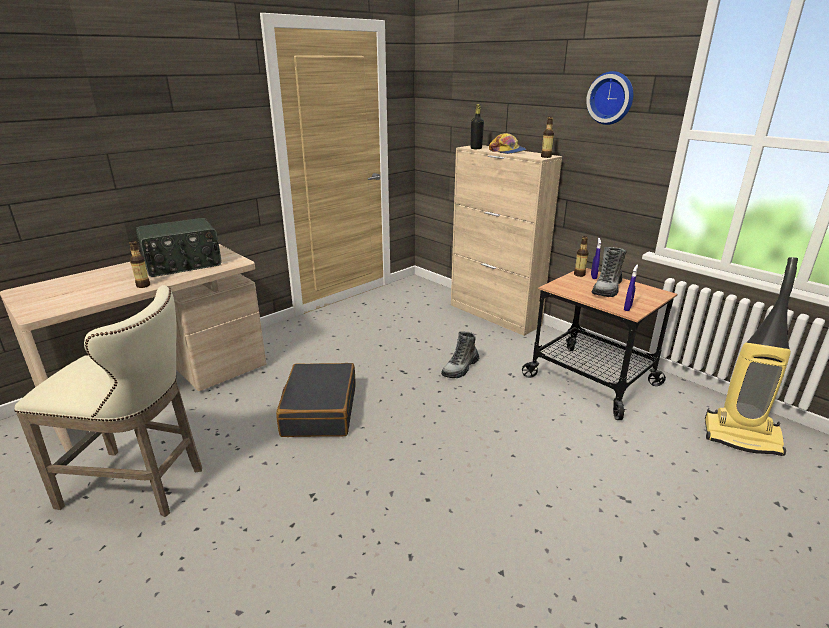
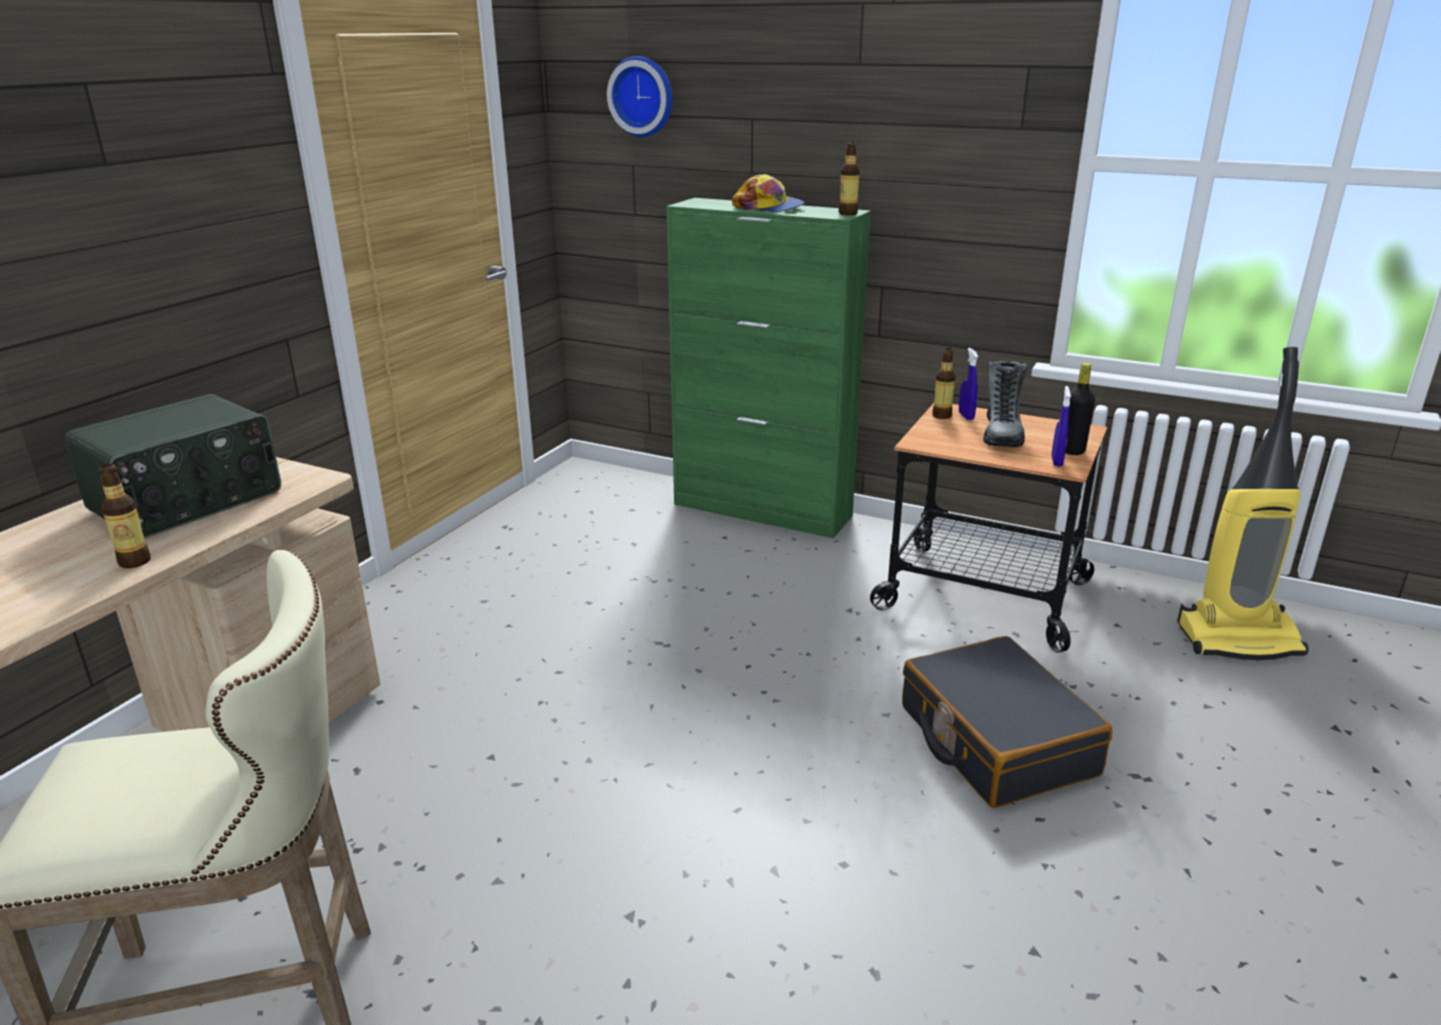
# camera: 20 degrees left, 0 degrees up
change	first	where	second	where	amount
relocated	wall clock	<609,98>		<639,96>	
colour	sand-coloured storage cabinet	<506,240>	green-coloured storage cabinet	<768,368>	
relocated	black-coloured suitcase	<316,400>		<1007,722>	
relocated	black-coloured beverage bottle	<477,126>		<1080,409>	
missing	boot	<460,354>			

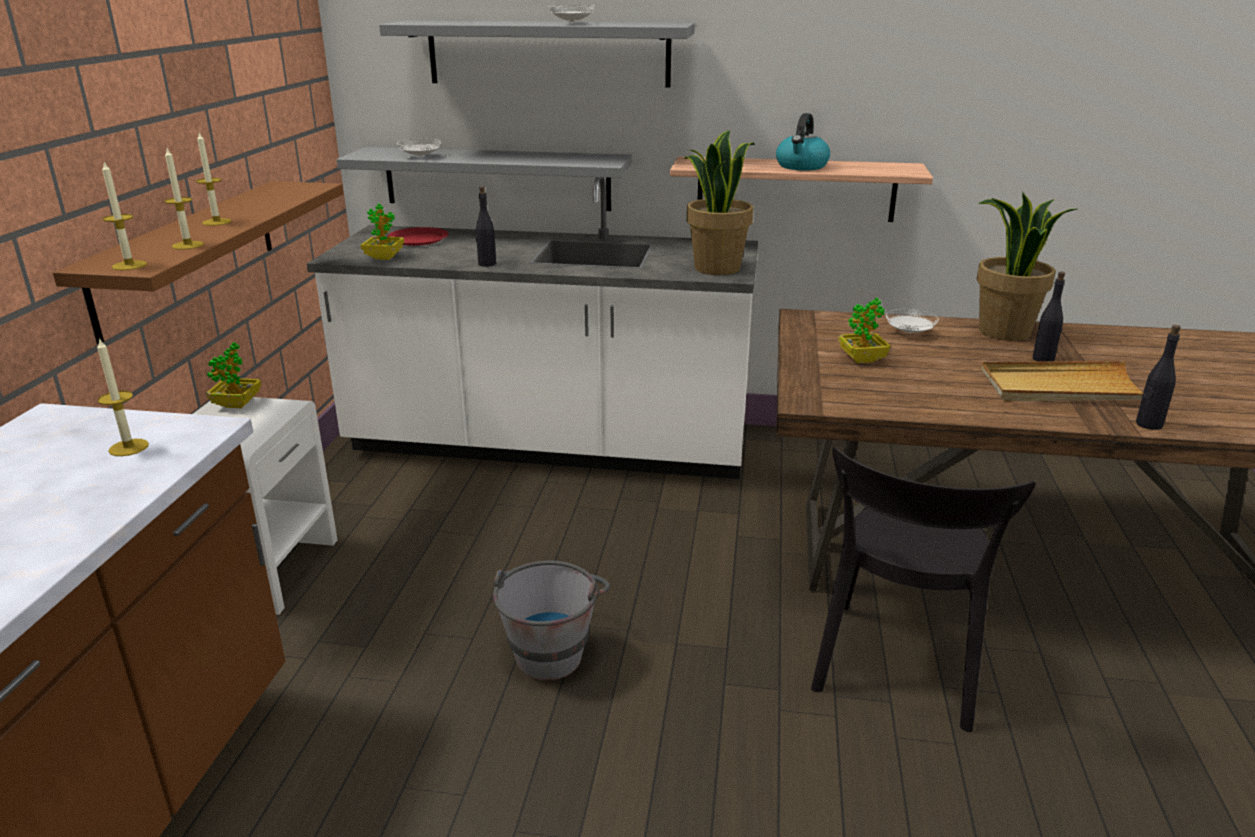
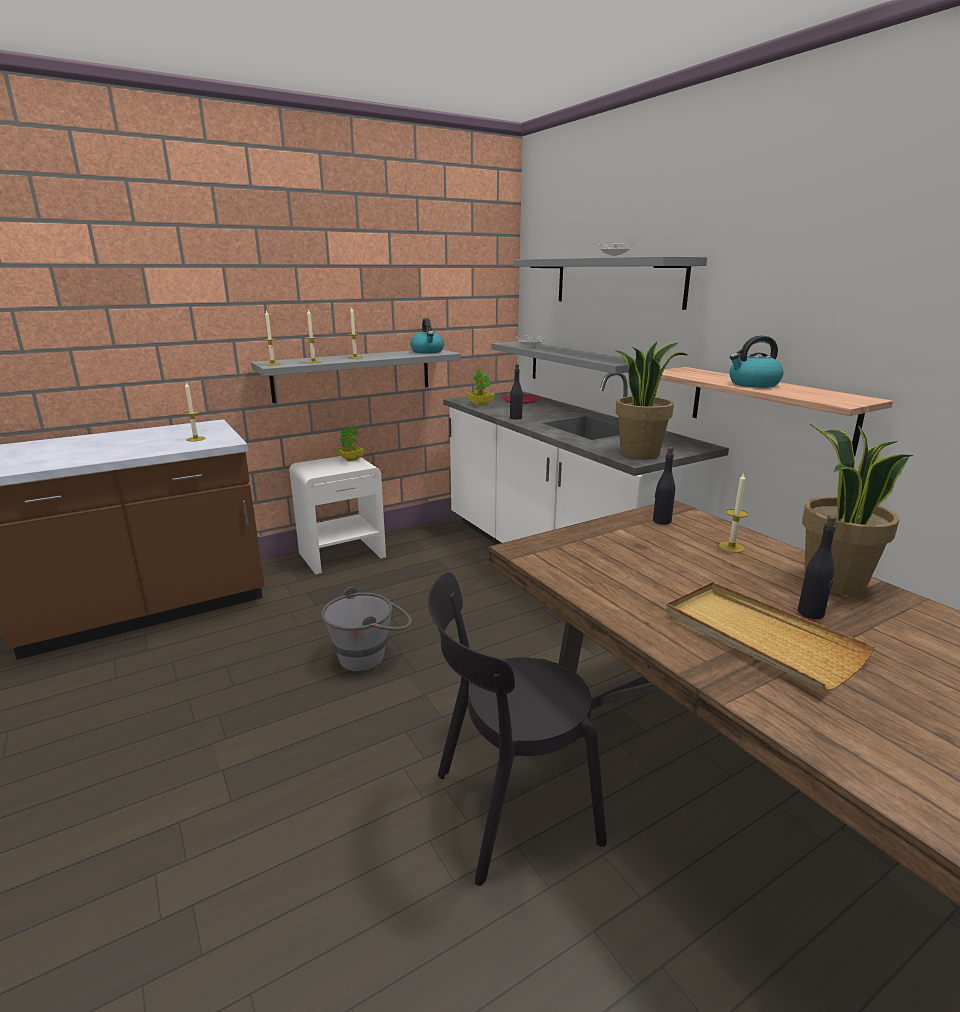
# camera: 50 degrees right, 5 degrees down
change	first	where	second	where	amount
colour	brown-coloured bracket shelf	<198,262>	grey bracket shelf	<356,376>	
appeared			water kettle	<427,336>	
relocated	black-coloured beverage bottle	<1158,377>		<664,486>	
exchanged	white plate	<912,321>	wax light	<733,512>	
missing	plant in a pot	<864,330>			

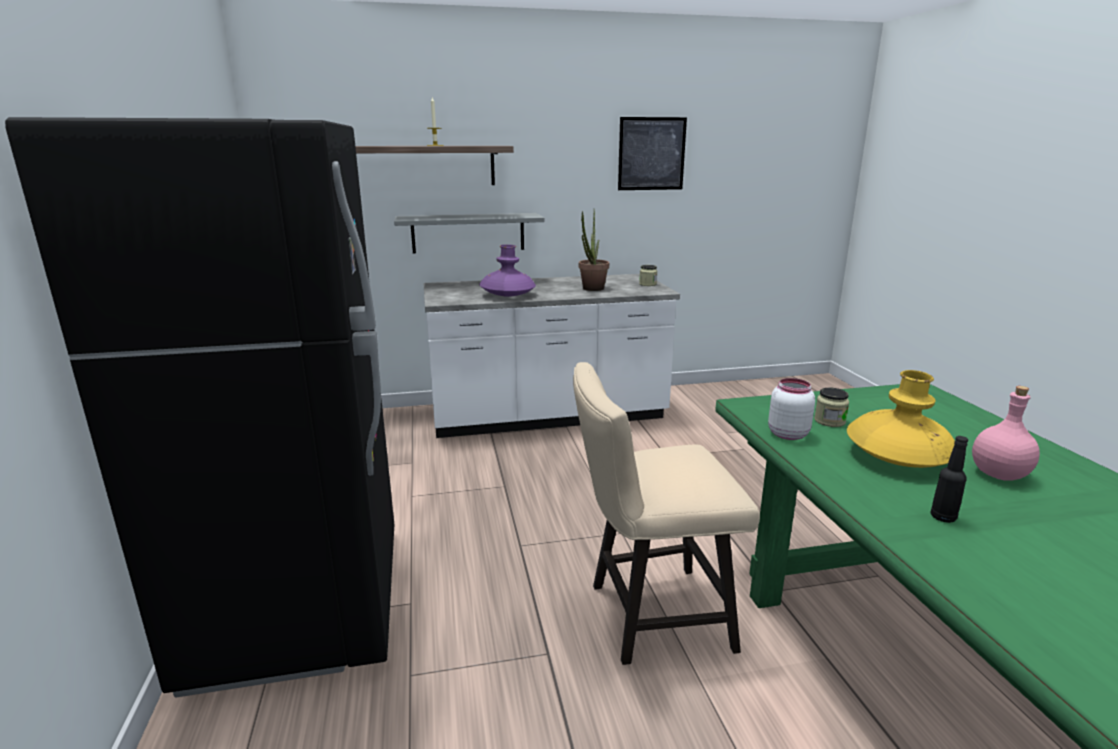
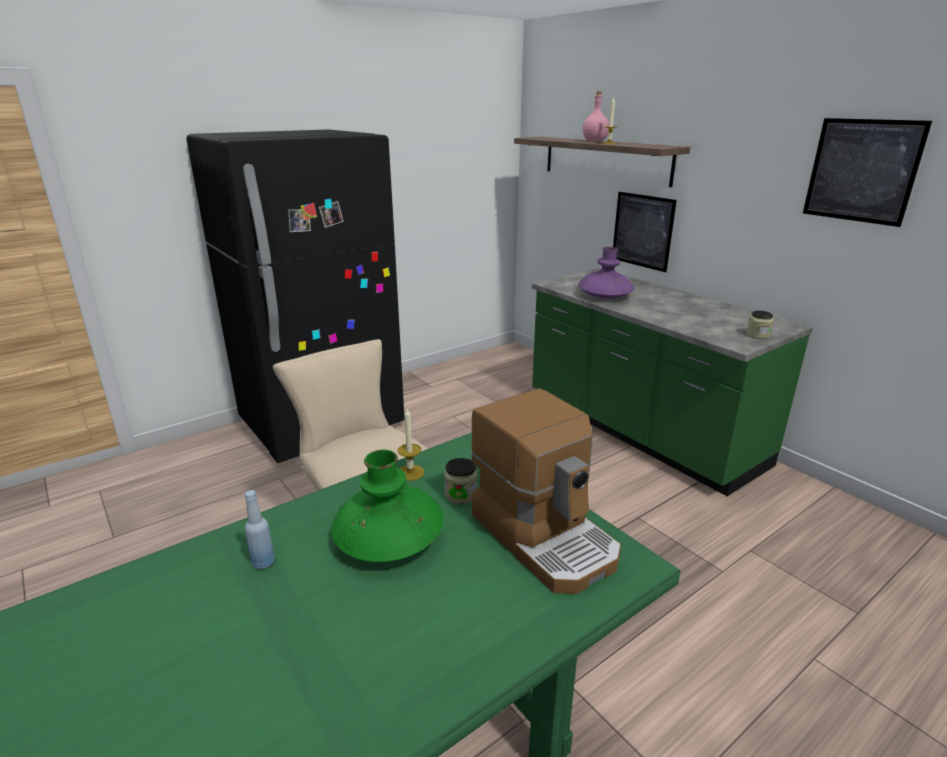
# camera: 65 degrees right, 5 degrees up
change	first	where	second	where	amount
colour	black-coloured beverage bottle	<949,479>	bluish beverage bottle	<260,529>	
colour	yellow-coloured flower vase	<901,419>	green-coloured flower vase	<387,506>	
exchanged	white preserve jar	<791,409>	wax light	<411,445>	
appeared			coffee machine	<546,491>	
colour	white counter	<552,356>	green-coloured counter	<672,382>	
relocated	pink beverage bottle	<1006,433>		<595,116>	
exchanged	grey bracket shelf	<469,233>	wall picture	<645,232>	
missing	plant in a pot	<594,251>			

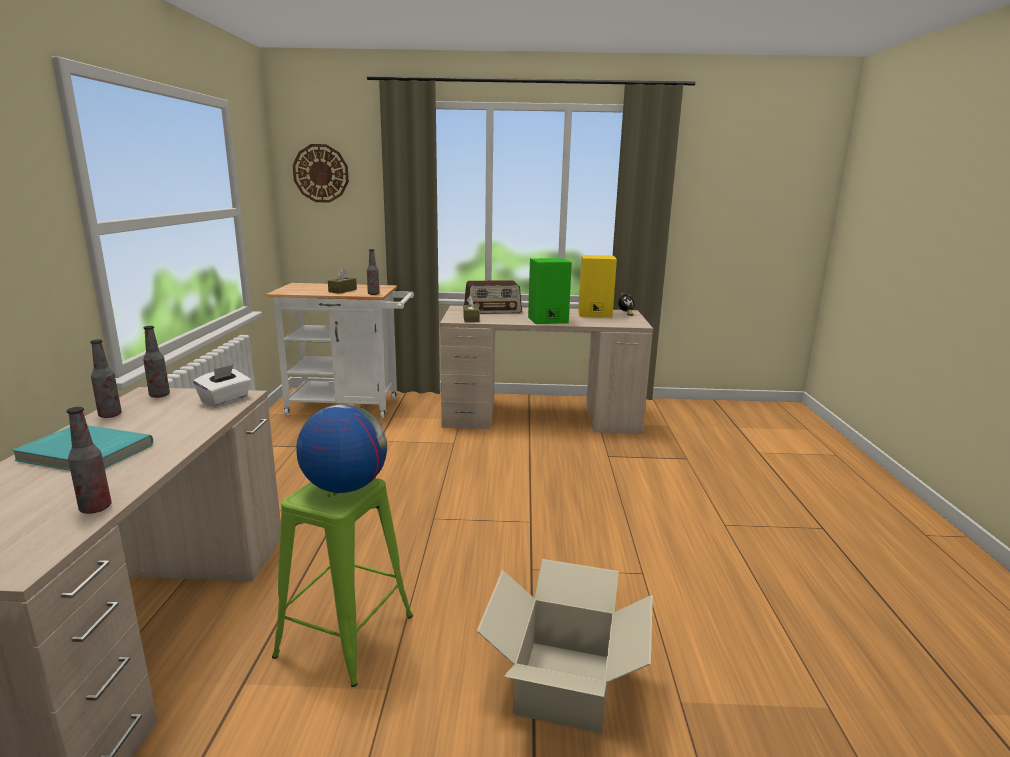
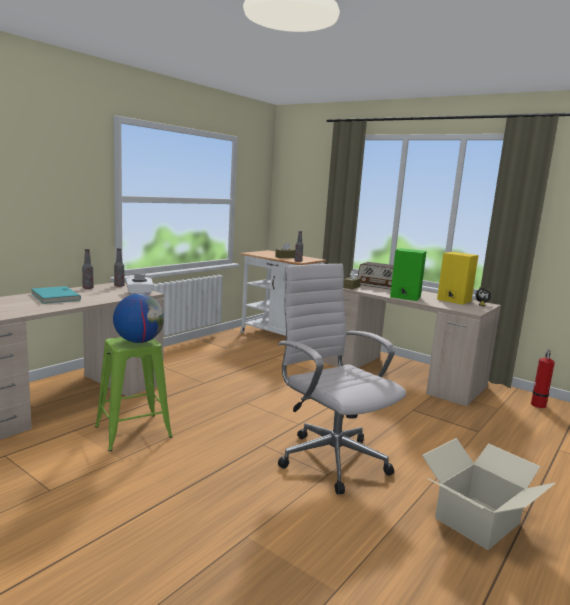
# camera: 35 degrees right, 5 degrees down
change	first	where	second	where	amount
appeared			white desk chair	<342,379>	
relocated	carton	<565,646>		<488,494>	
appeared			extinguisher	<543,379>	
missing	beverage bottle	<89,460>			
missing	wall clock	<321,173>			

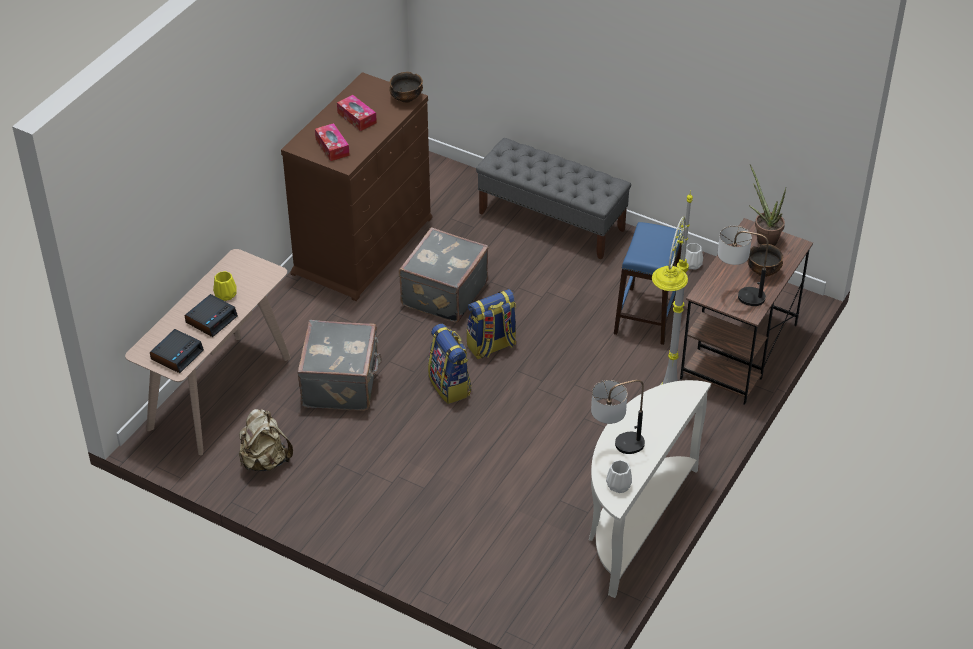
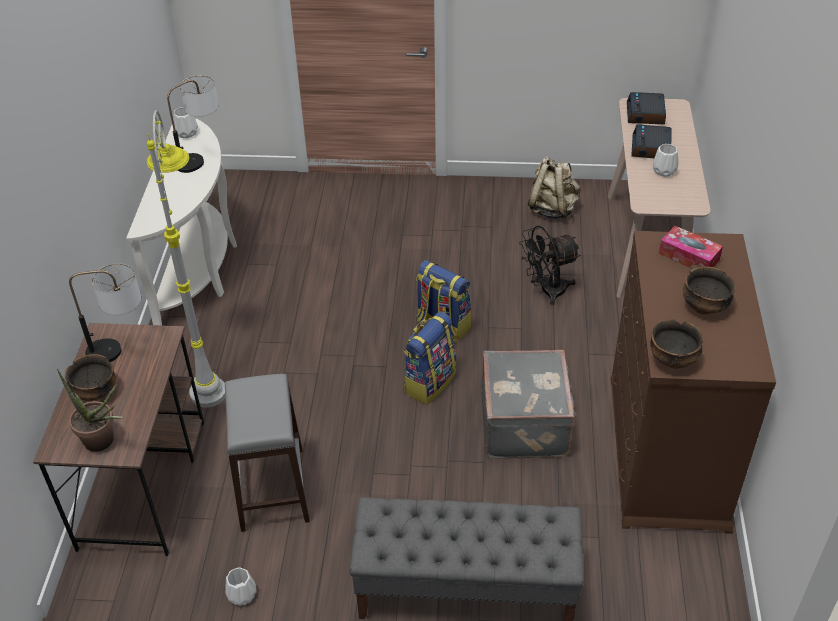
# camera: 155 degrees right, 0 degrees up
change	first	where	second	where	amount
colour	bluish stool seat	<648,283>	grey stool seat	<267,453>	
exchanged	grey suitcase	<339,365>	black-coloured electric fan	<549,266>	
colour	yellow-coloured flower vase	<225,286>	white flower vase	<666,160>	
exchanged	tissue holder	<357,113>	bowl	<709,290>	

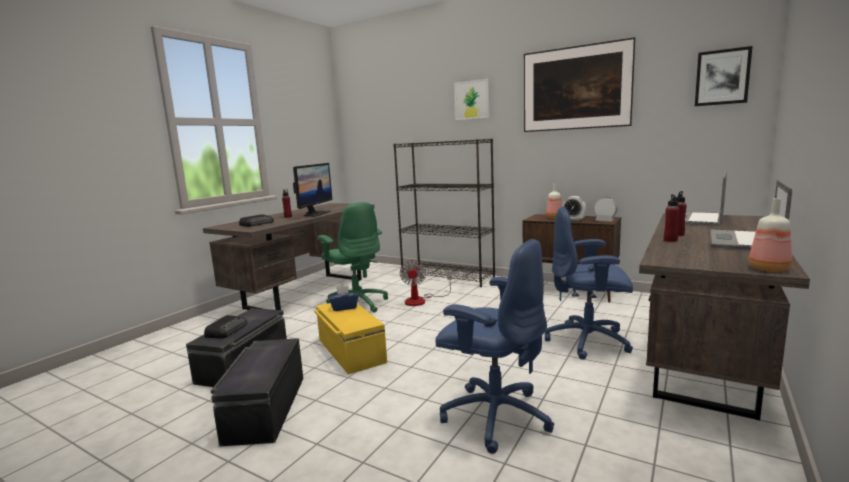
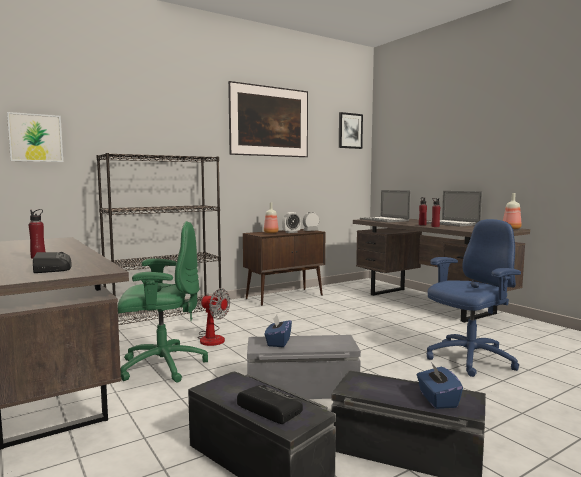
# camera: 65 degrees left, 5 degrees down
change	first	where	second	where	amount
relocated	wall picture	<472,99>		<35,137>	
colour	yellow-coloured storage box	<350,339>	grey storage box	<304,367>	
appeared			bluish tissue holder	<440,385>	
missing	computer display	<312,190>			
missing	bluish desk chair	<589,283>			

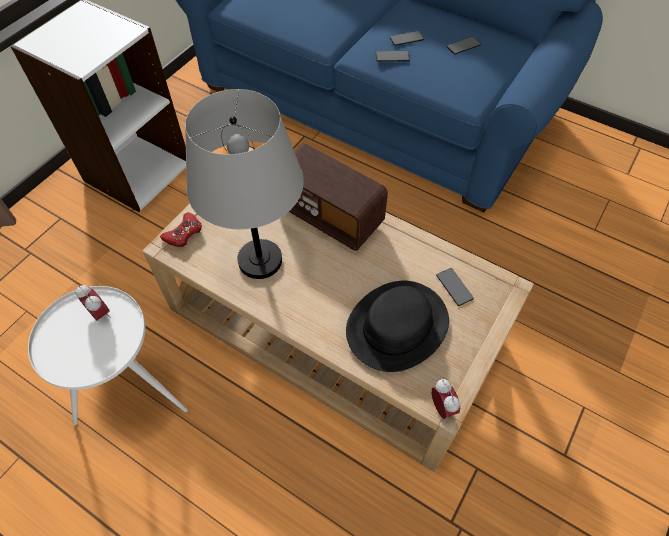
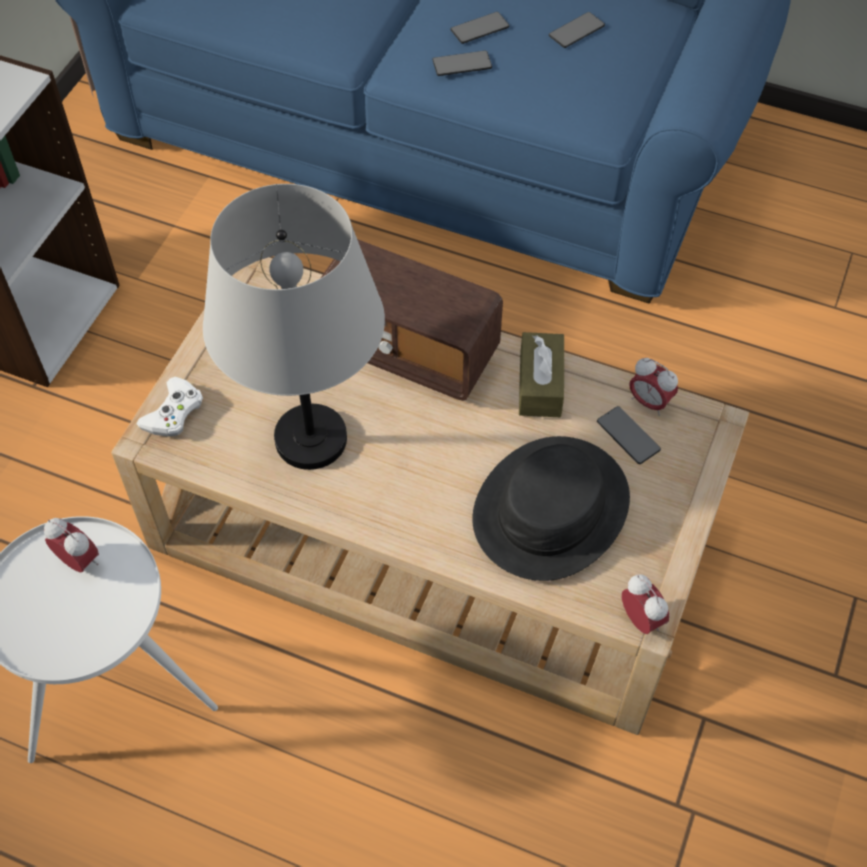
# camera: 10 degrees left, 0 degrees up
change	first	where	second	where	amount
colour	reddish joypad	<181,229>	white joypad	<169,407>	
appeared			brown-coloured tissue holder	<541,374>	
appeared			bedside clock	<653,387>	

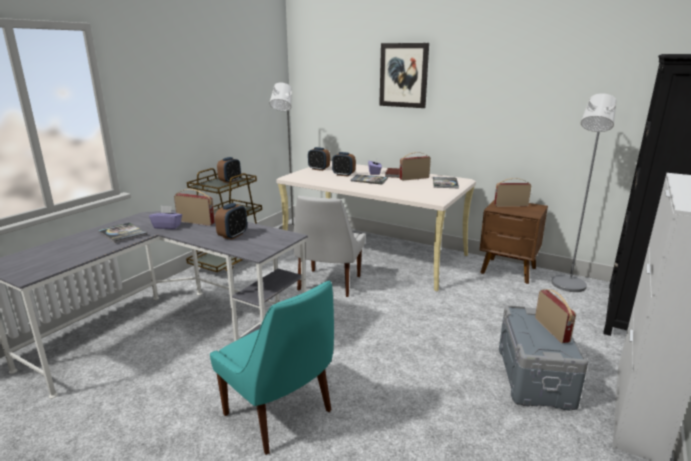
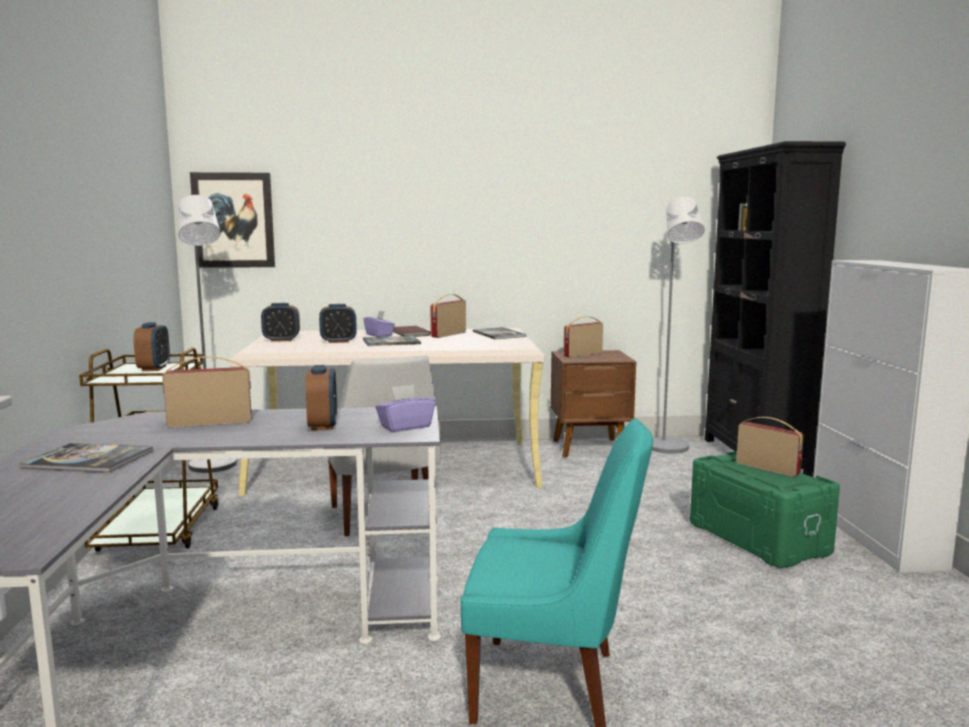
# camera: 35 degrees left, 10 degrees down
change	first	where	second	where	amount
relocated	wall picture	<404,75>		<232,220>	
relocated	purplish tissue holder	<165,217>		<405,408>	
colour	grey storage box	<543,358>	green-coloured storage box	<765,509>	

